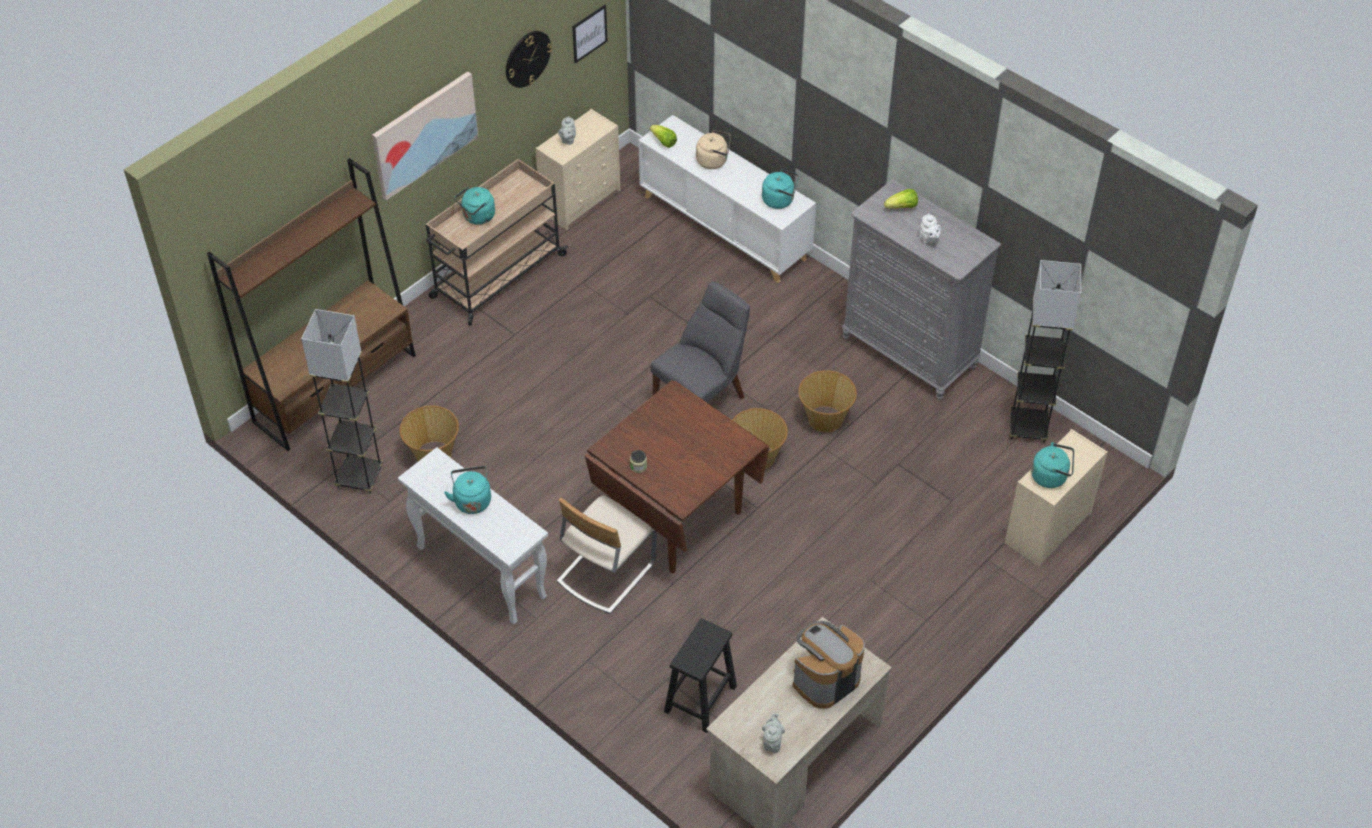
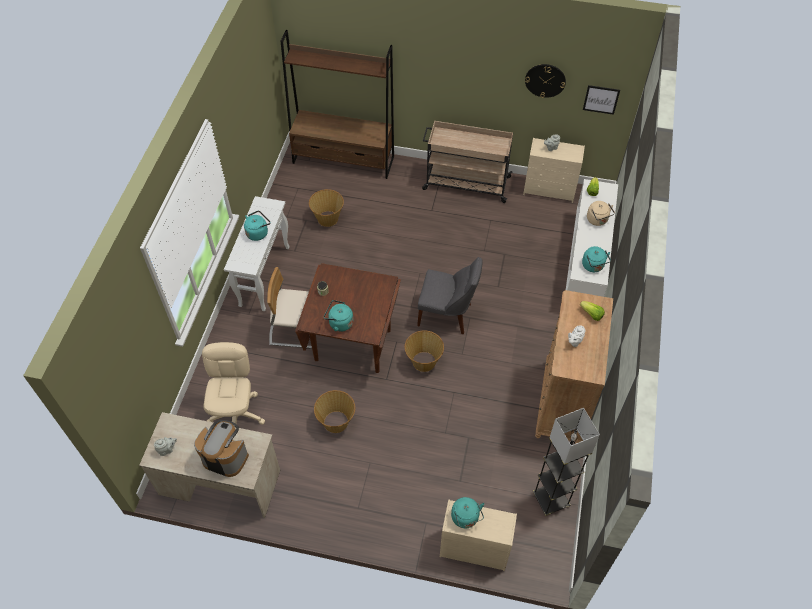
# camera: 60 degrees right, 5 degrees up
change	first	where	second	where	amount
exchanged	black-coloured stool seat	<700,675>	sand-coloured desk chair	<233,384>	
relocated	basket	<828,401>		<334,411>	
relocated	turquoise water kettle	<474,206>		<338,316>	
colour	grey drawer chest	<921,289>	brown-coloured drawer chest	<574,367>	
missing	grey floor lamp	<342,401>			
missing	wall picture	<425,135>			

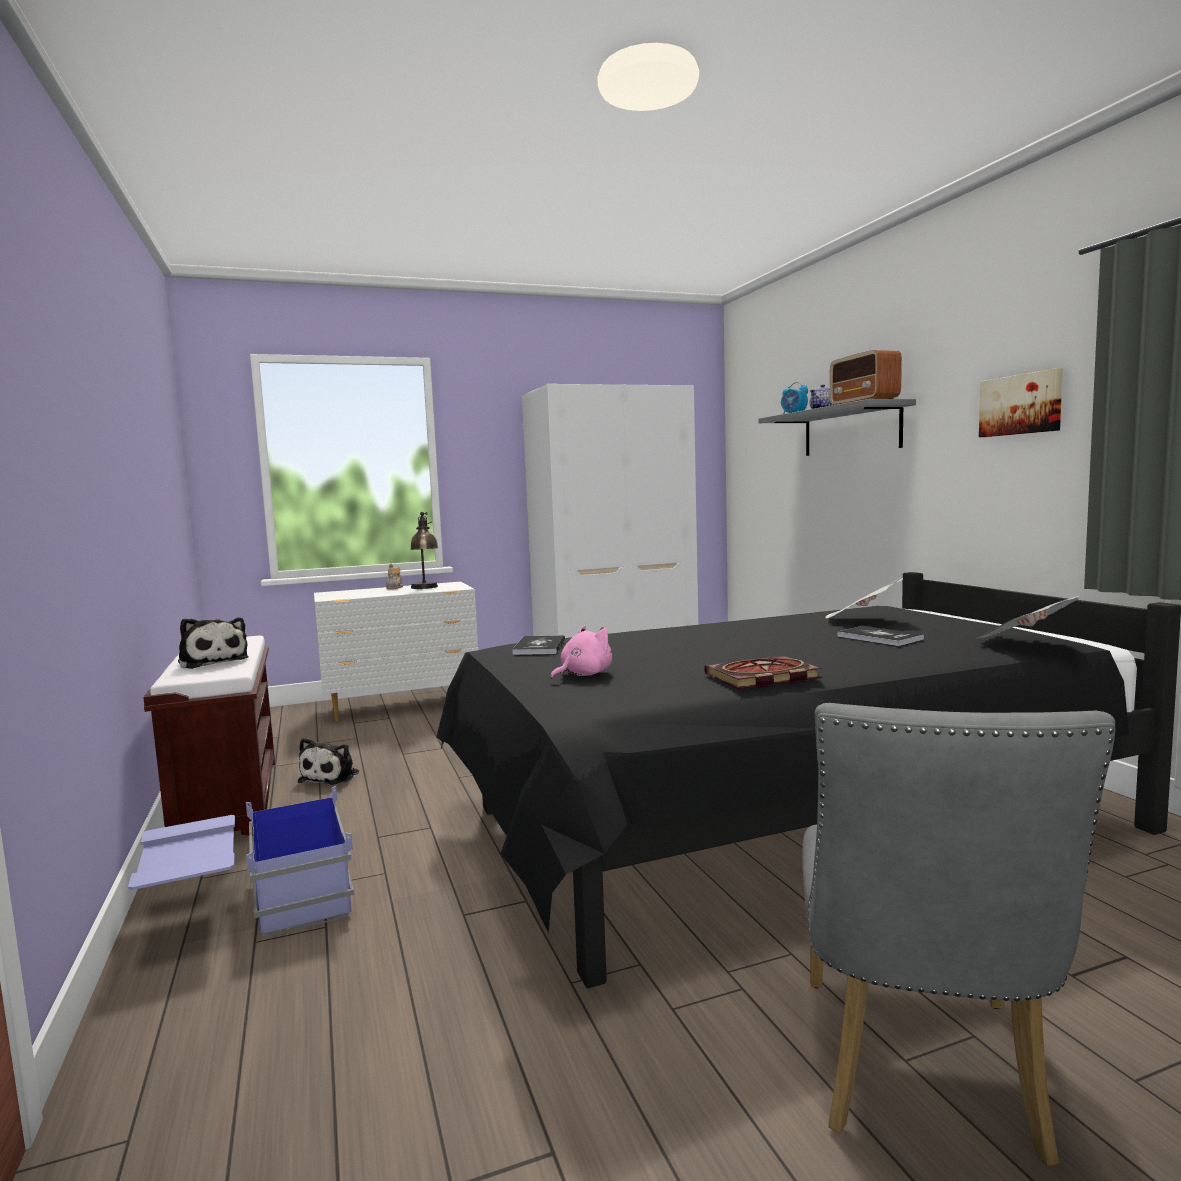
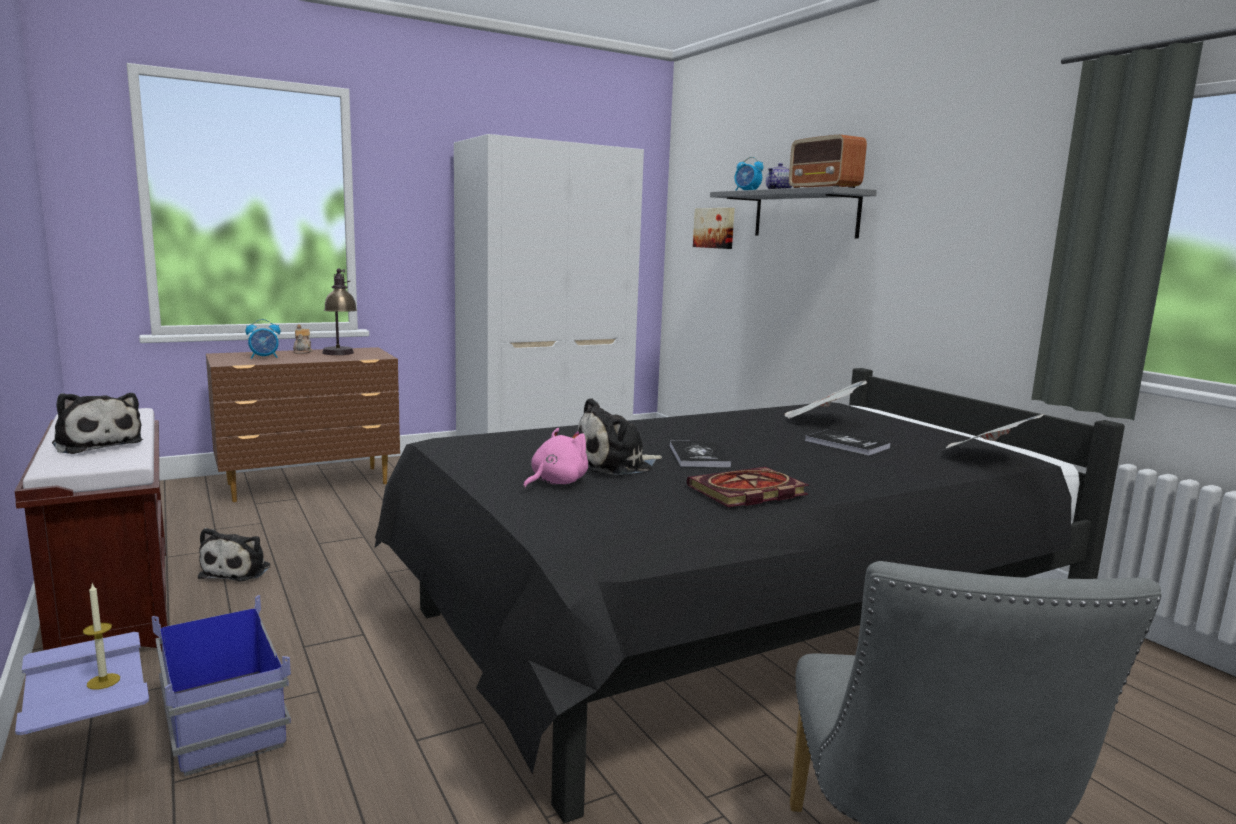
# camera: 10 degrees left, 5 degrees up
change	first	where	second	where	amount
appeared			wax light	<101,637>	
colour	white drawer chest	<396,652>	brown-coloured drawer chest	<303,424>	
appeared			bedside clock	<263,339>	
appeared			soft toy	<619,436>	
relocated	volume	<538,645>		<700,454>	
relocated	wall picture	<1021,402>		<714,228>	

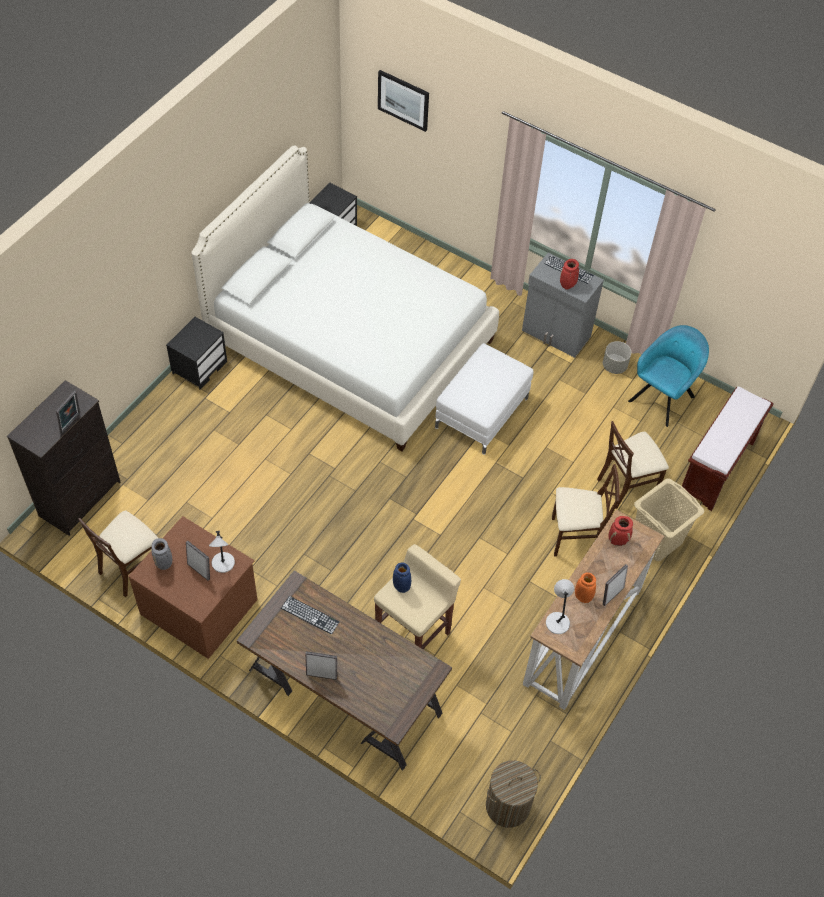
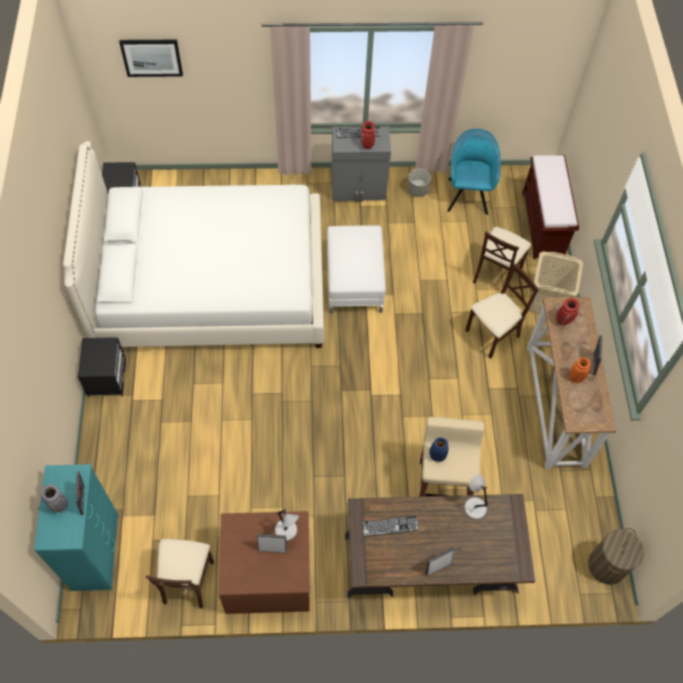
# camera: 35 degrees left, 5 degrees up
change	first	where	second	where	amount
colour	black-coloured drawer chest	<63,458>	turquoise drawer chest	<76,527>	
relocated	grey flower vase	<161,554>		<54,498>	
relocated	grey lamp for a table	<560,606>		<477,497>	

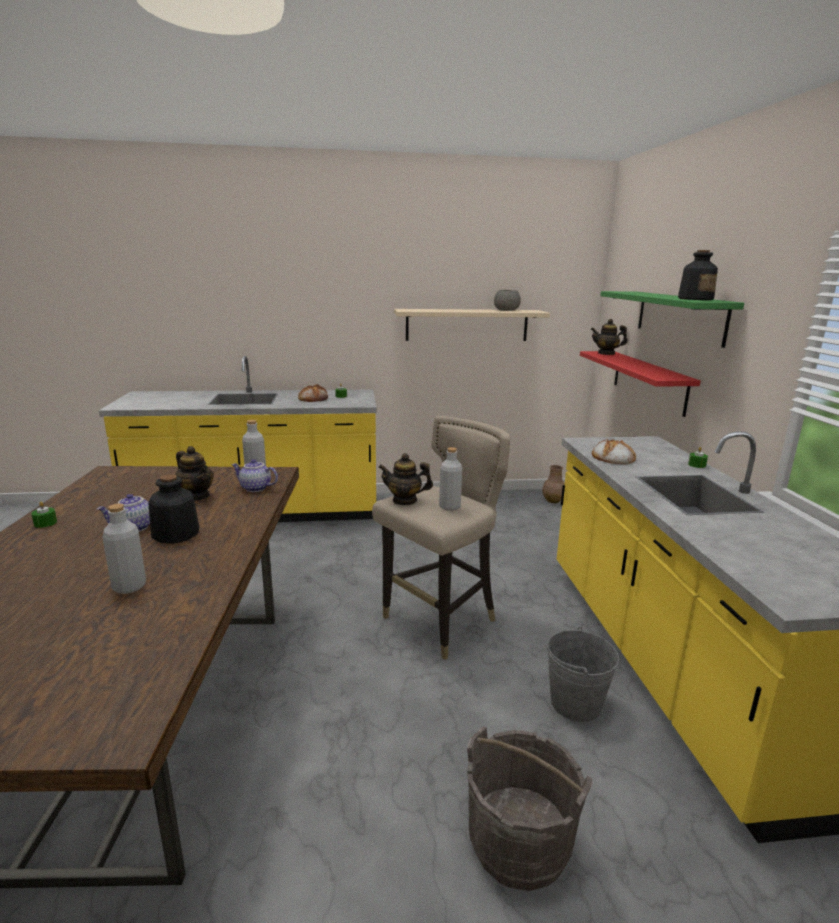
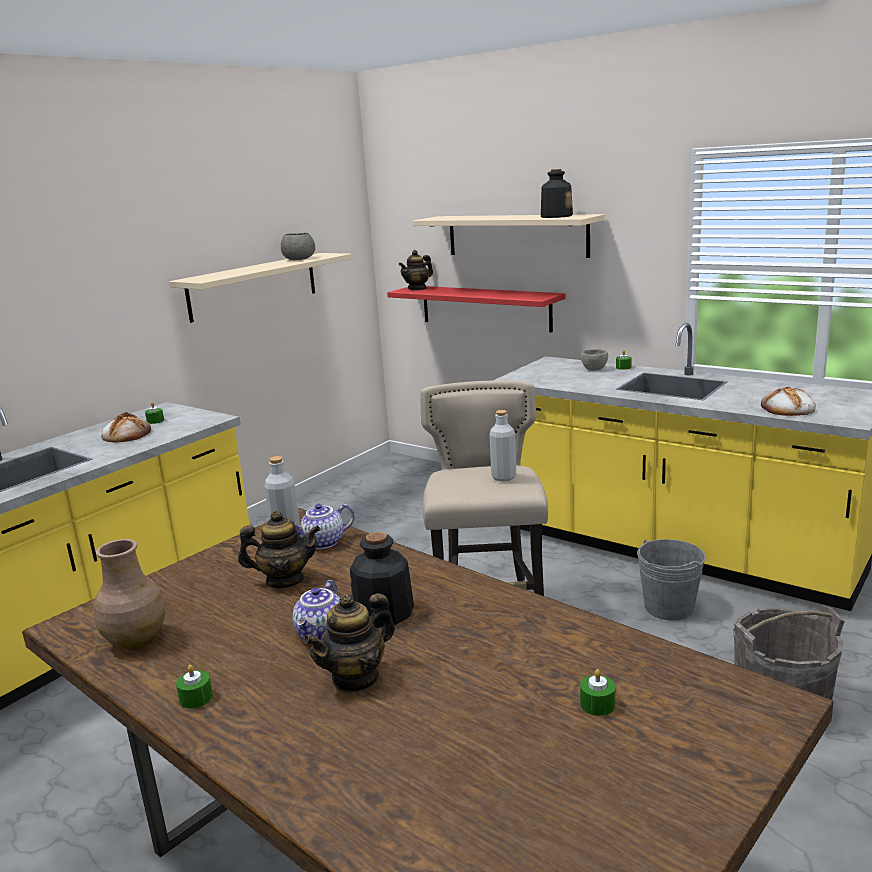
# camera: 45 degrees left, 0 degrees up
change	first	where	second	where	amount
relocated	brown-coloured flower vase	<553,484>		<130,594>	
relocated	pot for tea	<405,479>		<349,643>	
colour	green-coloured bracket shelf	<672,319>	sand-coloured bracket shelf	<508,236>	
appeared			green-coloured wax light	<597,692>	
appeared			grey bowl	<594,360>	
relocated	bakery bread	<614,451>		<788,401>	
missing	grey beverage bottle	<124,549>			

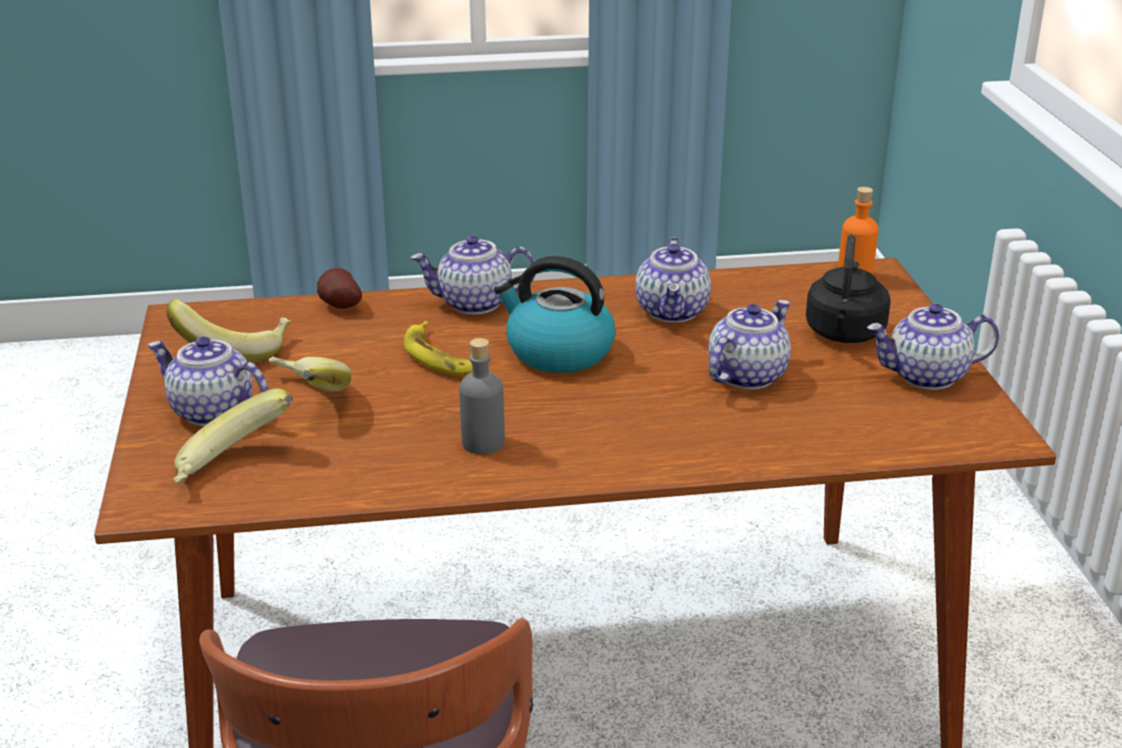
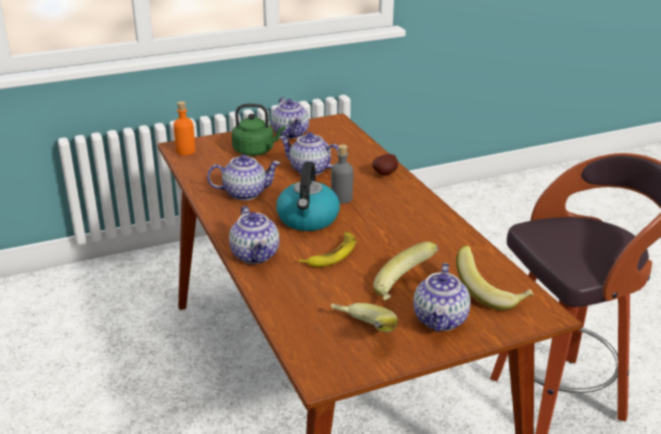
# camera: 105 degrees left, 0 degrees up
change	first	where	second	where	amount
colour	black-coloured water kettle	<848,288>	green-coloured water kettle	<258,130>	
relocated	grey beverage bottle	<482,396>		<342,174>	
relocated	spud	<339,288>		<385,165>	

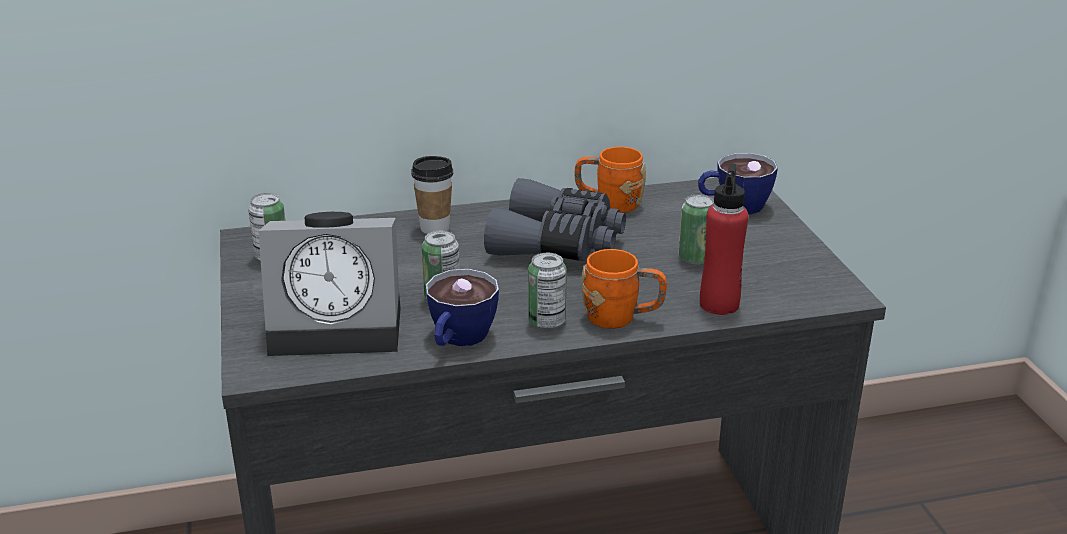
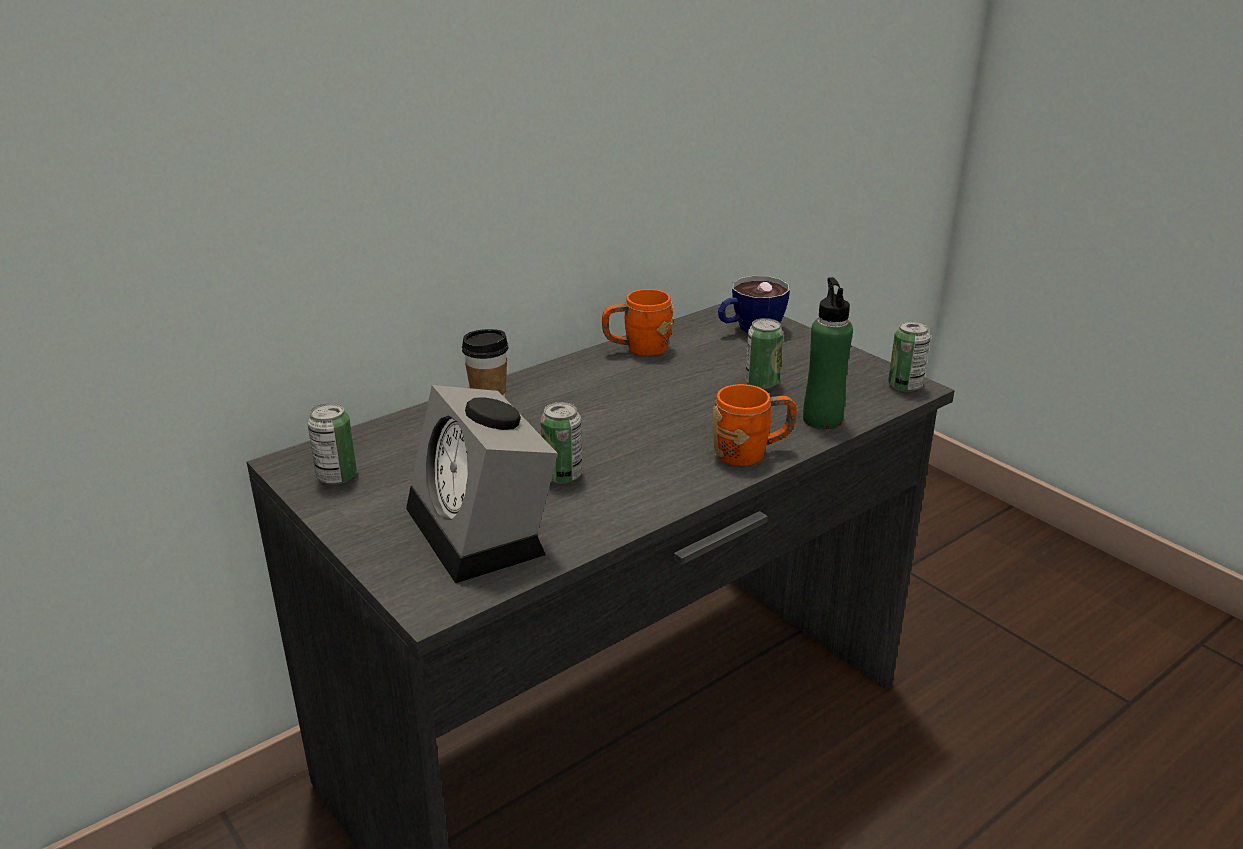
# camera: 25 degrees left, 0 degrees up
change	first	where	second	where	amount
spun	bedside clock	<330,284>		<482,484>	90 degrees clockwise
colour	reddish beverage bottle	<724,239>	green-coloured beverage bottle	<828,353>	
relocated	sealed can	<547,291>		<909,356>	
missing	small cup	<462,307>			
missing	grey pair of binoculars	<555,219>			

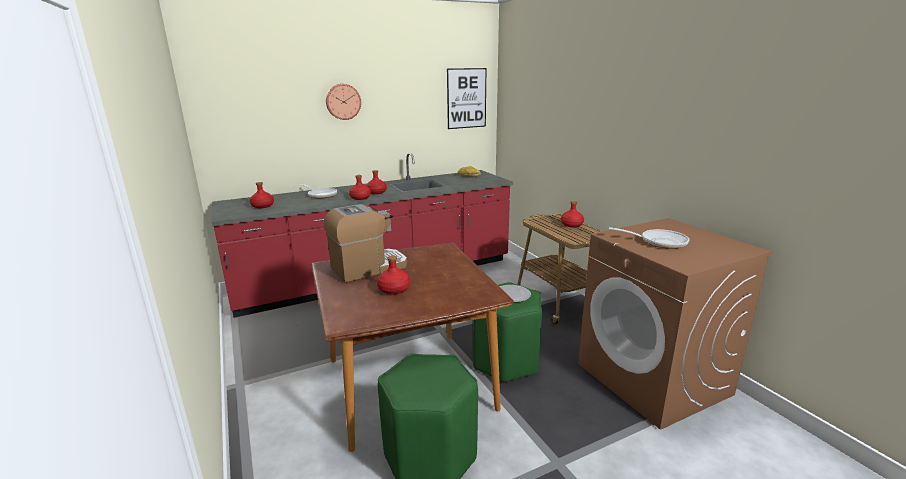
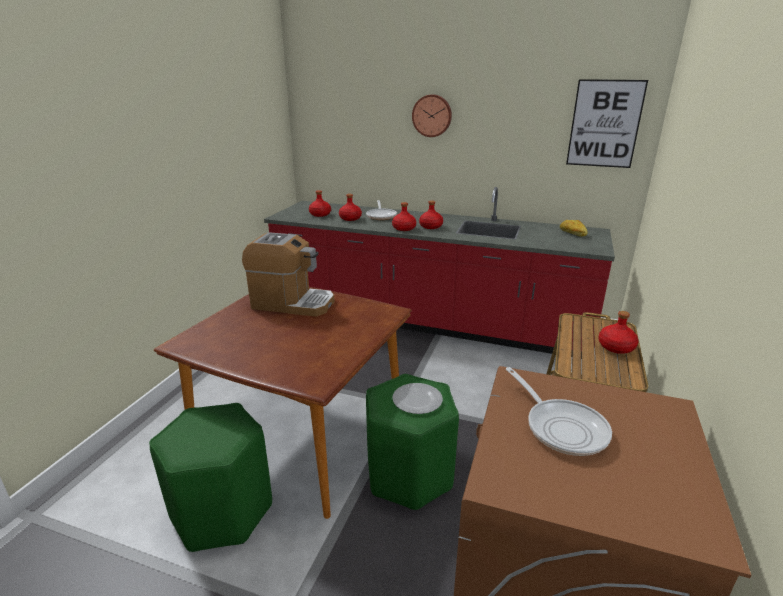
# camera: 45 degrees right, 5 degrees up
change	first	where	second	where	amount
relocated	reddish beverage bottle	<393,274>		<350,207>	

